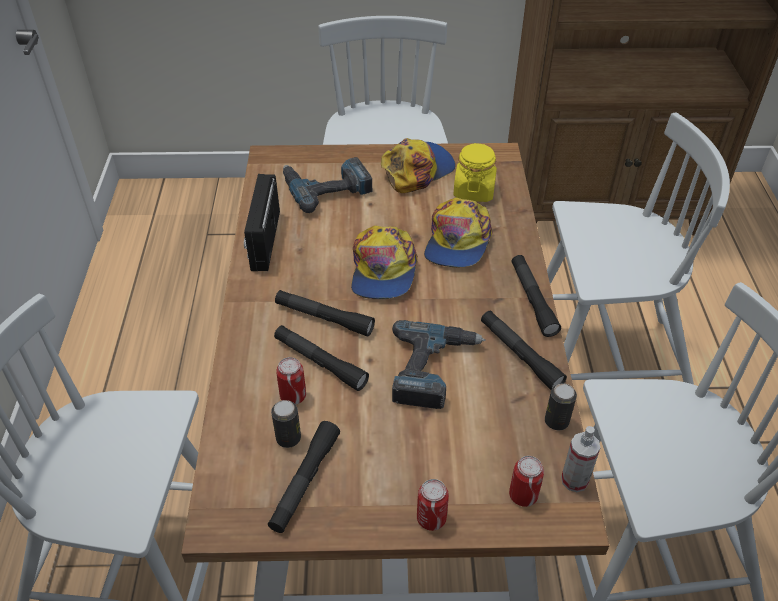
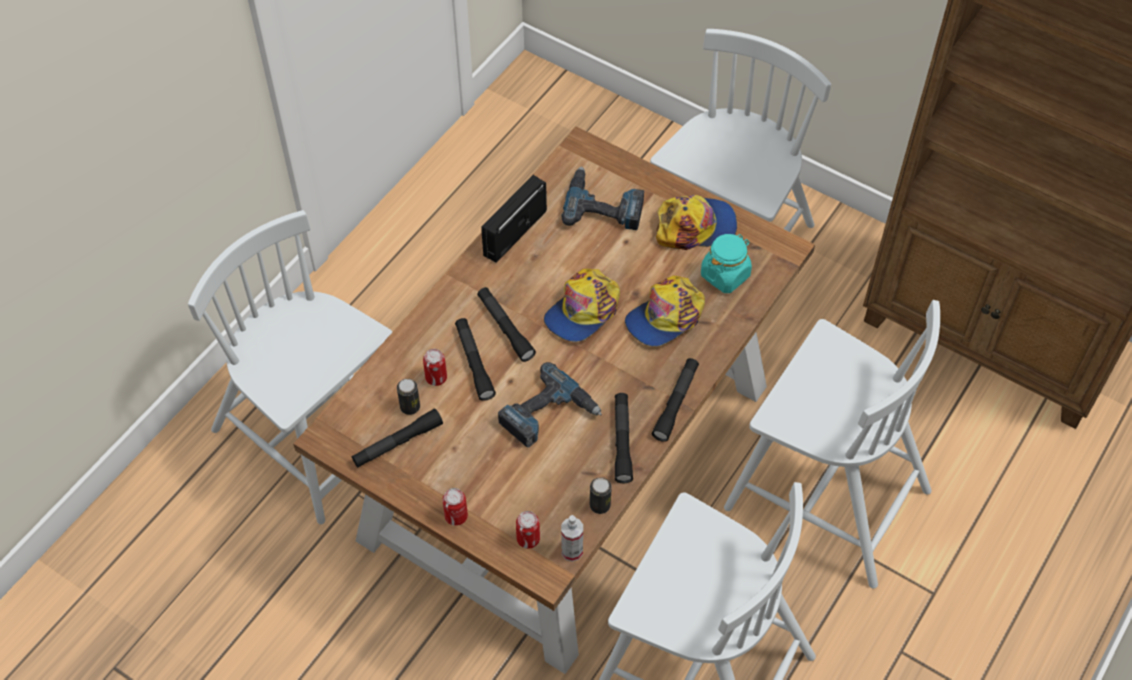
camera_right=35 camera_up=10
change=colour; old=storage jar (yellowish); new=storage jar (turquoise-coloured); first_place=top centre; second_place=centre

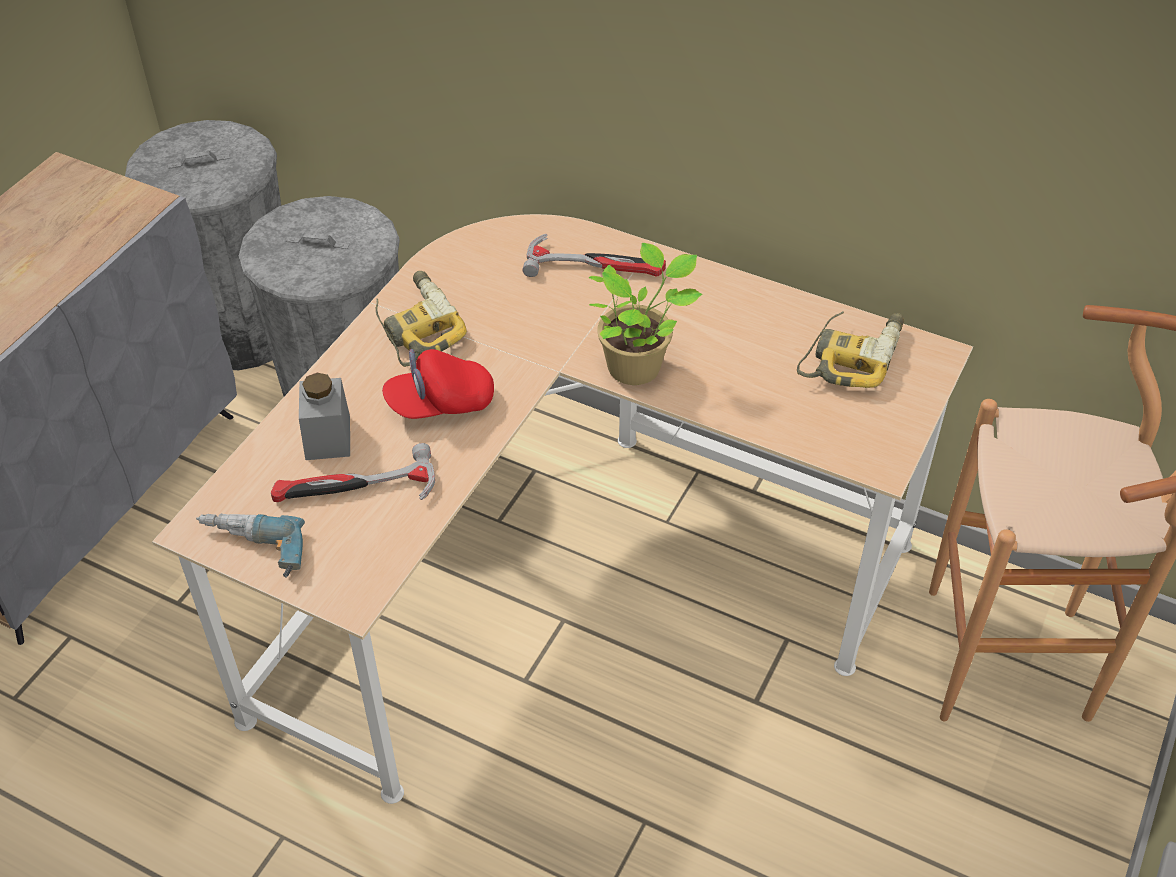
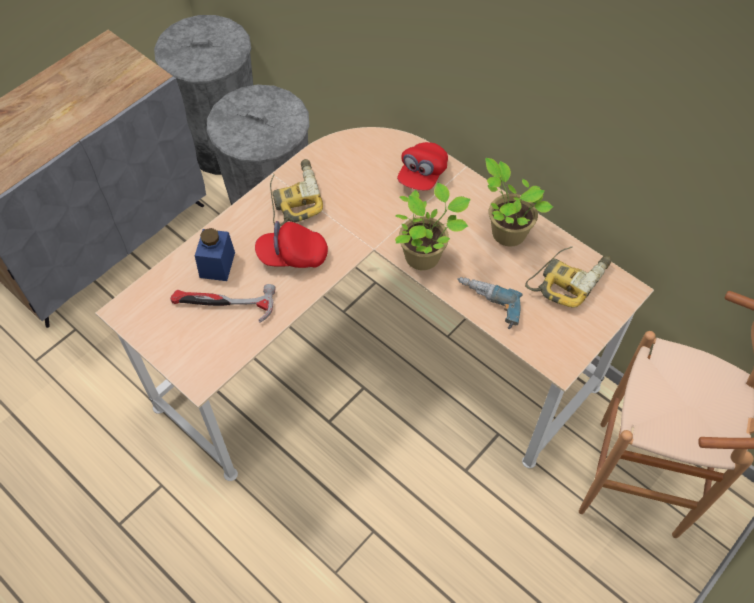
camera_right=15 camera_up=10
change=appeared; new=potted plant (no. 2 from left); second_place=middle right
change=relocated; old=electric drill (no. 1 from left in the first image); new=electric drill (no. 2 from left); first_place=middle left; second_place=centre
change=exchanged; old=hand hammer (no. 2 from left); new=cap (red-coloured) (no. 2 from left); first_place=top centre; second_place=top centre
change=colour; old=storage jar (gray); new=storage jar (blue); first_place=middle left; second_place=middle left

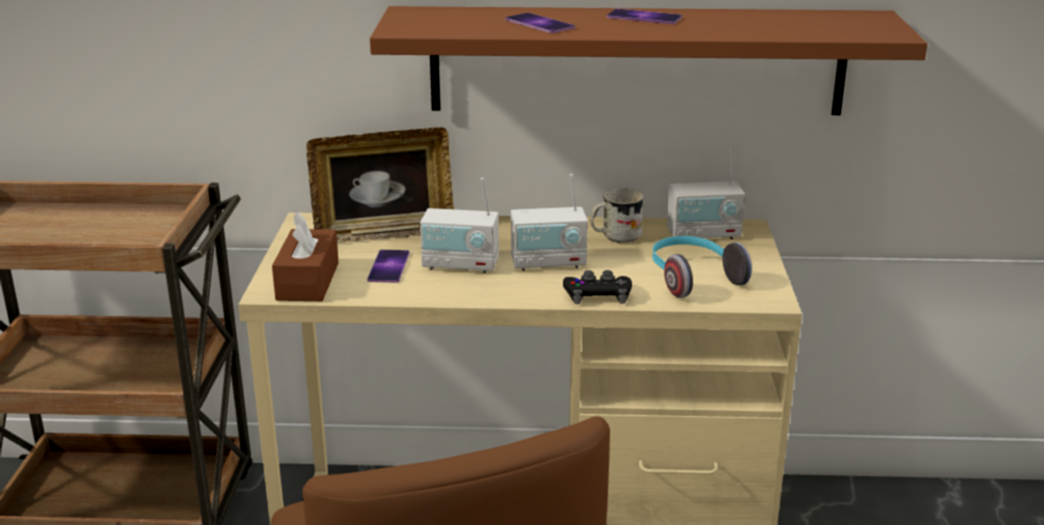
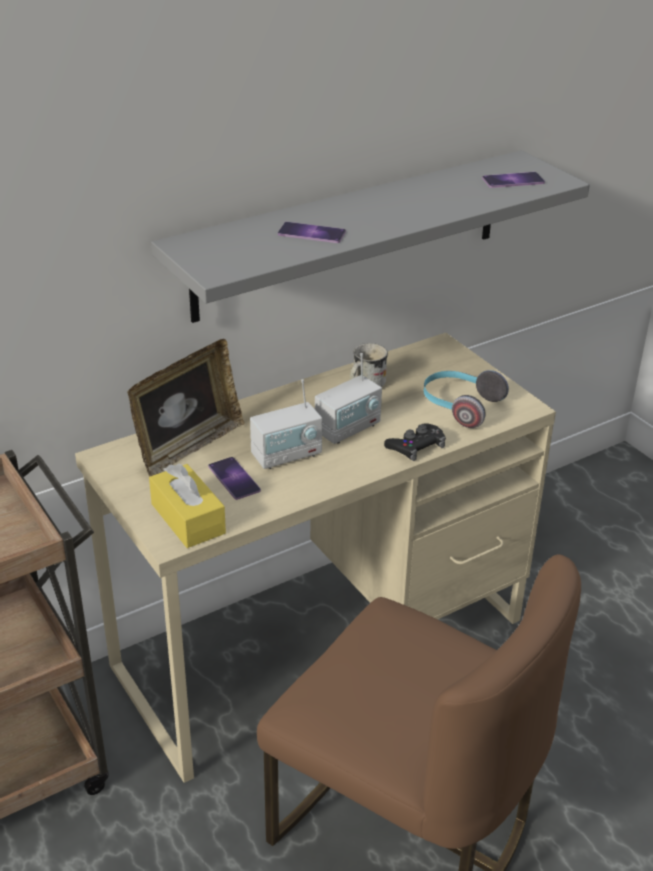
camera_right=-35 camera_up=10
change=missing; old=radio set (no. 3 from left); first_place=middle right
change=relocated; old=phone (no. 3 from left); first_place=top centre; second_place=top right
change=colour; old=tissue box (brown); new=tissue box (yellowish); first_place=middle left; second_place=middle left
change=colour; old=bracket shelf (brown); new=bracket shelf (gray); first_place=top centre; second_place=top centre

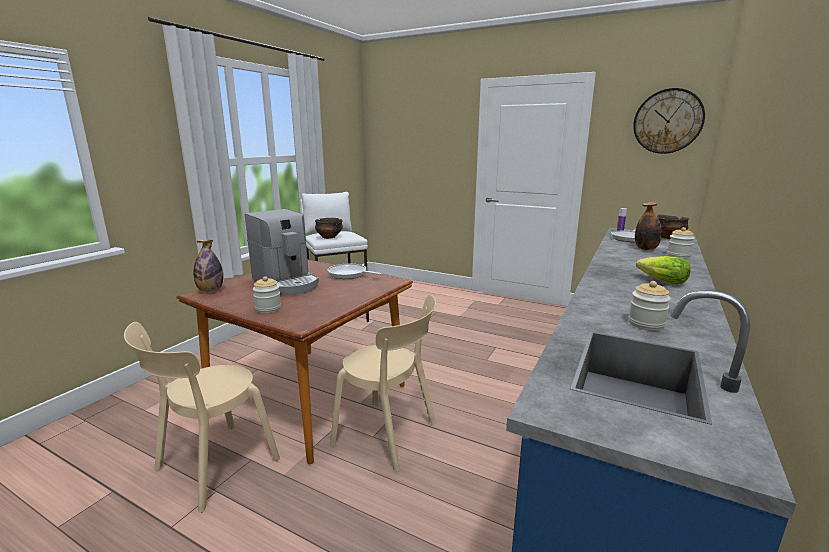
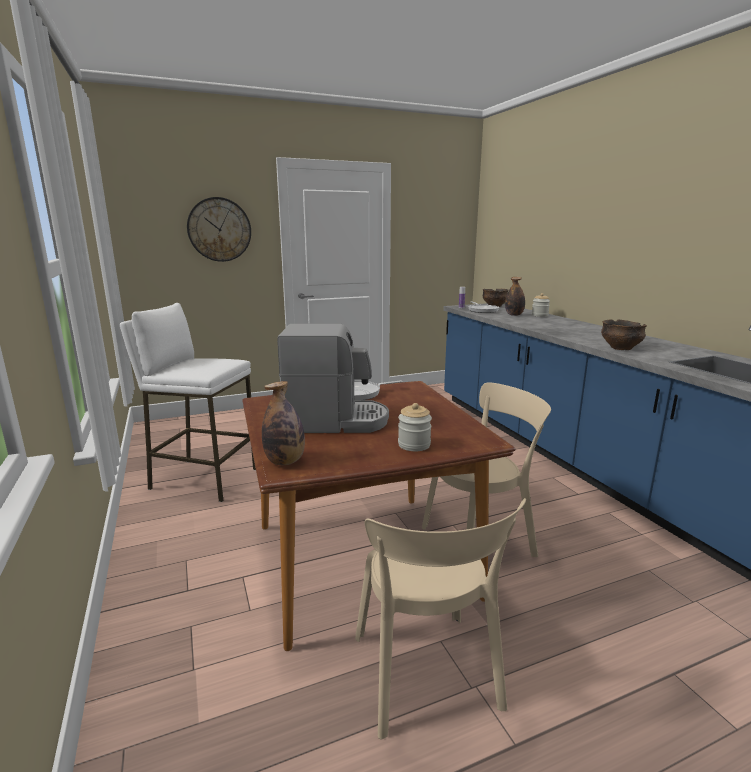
camera_right=-50 camera_up=0
change=missing; old=storage jar (no. 2 from left); first_place=middle right
change=missing; old=head of lettuce; first_place=middle right
change=relocated; old=bowl (no. 1 from left in the first image); new=bowl (no. 2 from left); first_place=centre; second_place=middle right
change=relocated; old=hanging clock; first_place=top right; second_place=top left

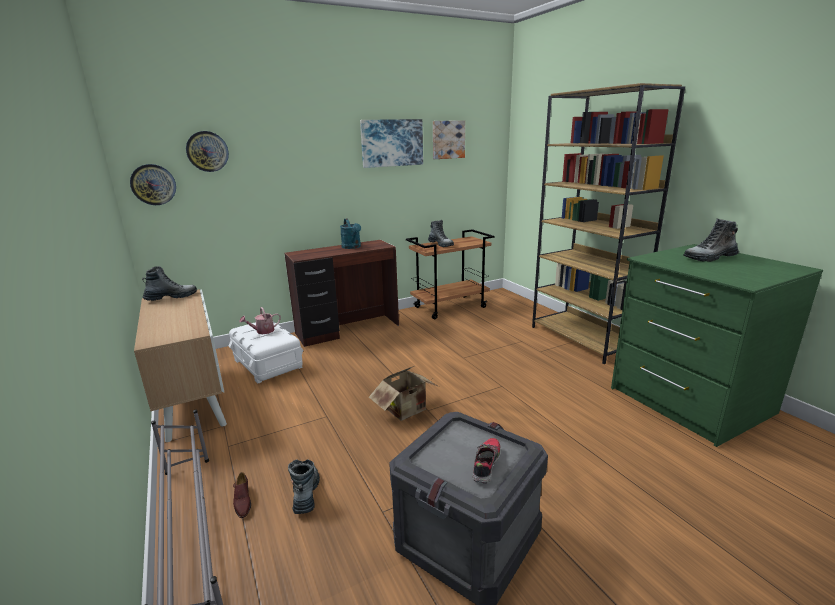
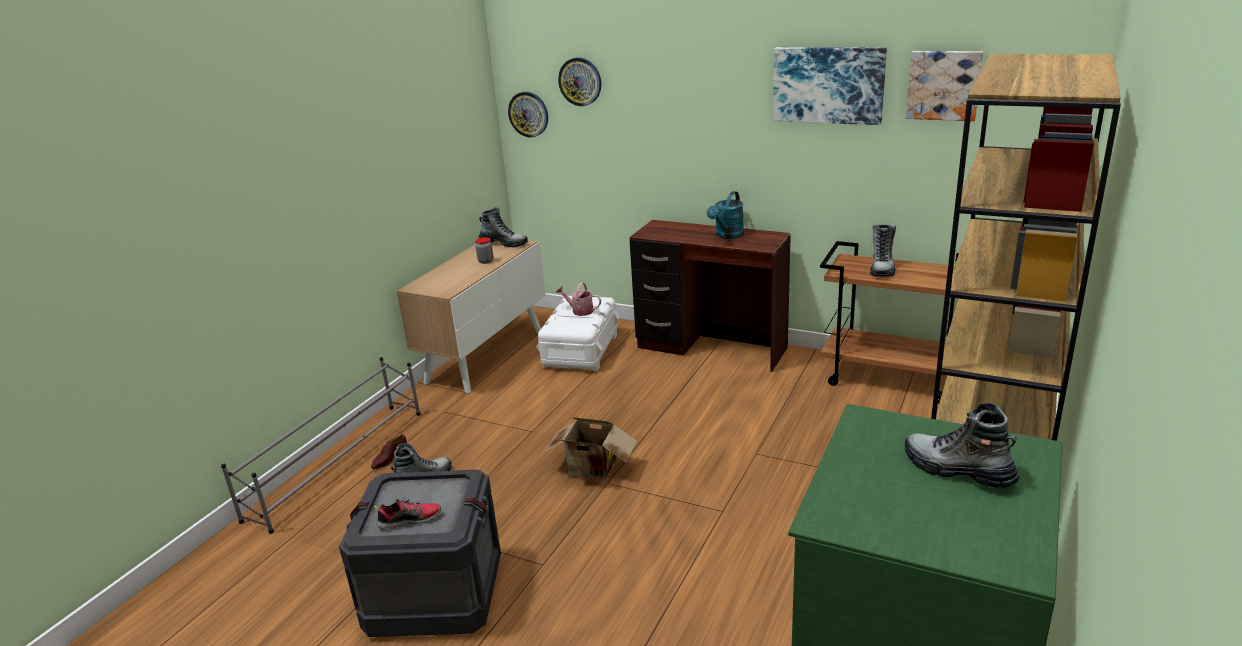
camera_right=55 camera_up=5
change=appeared; new=storage jar; second_place=centre

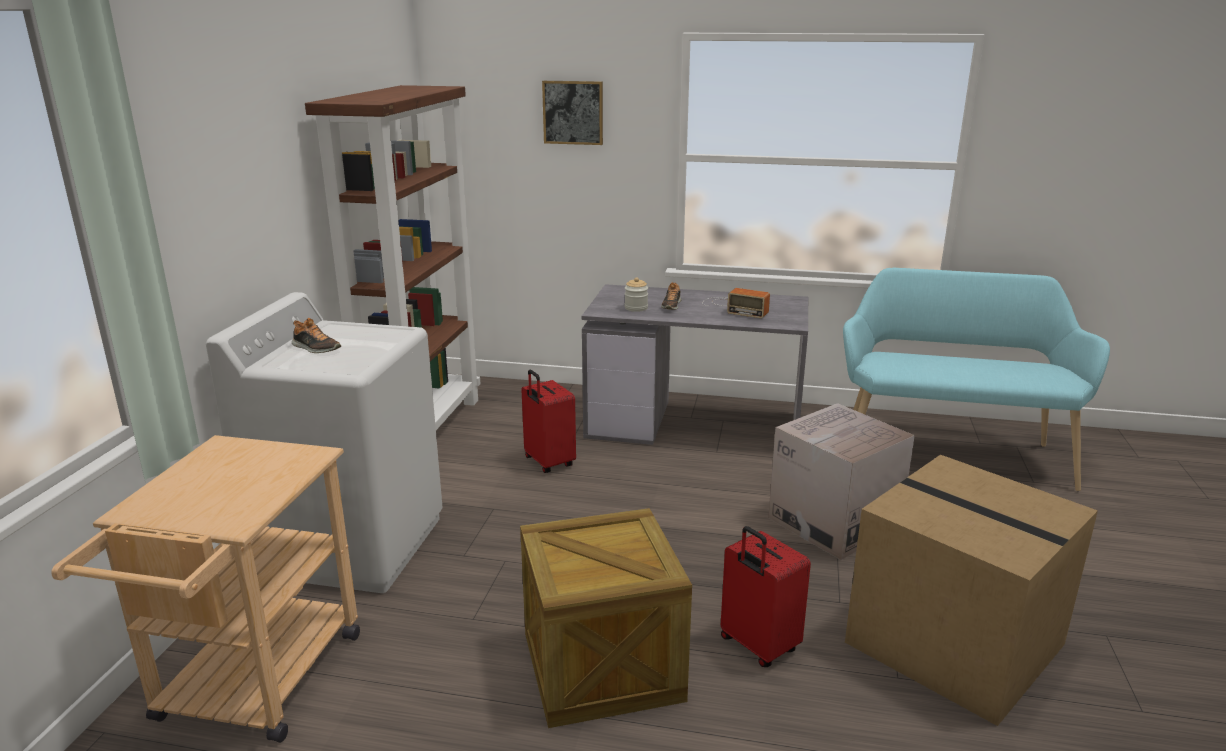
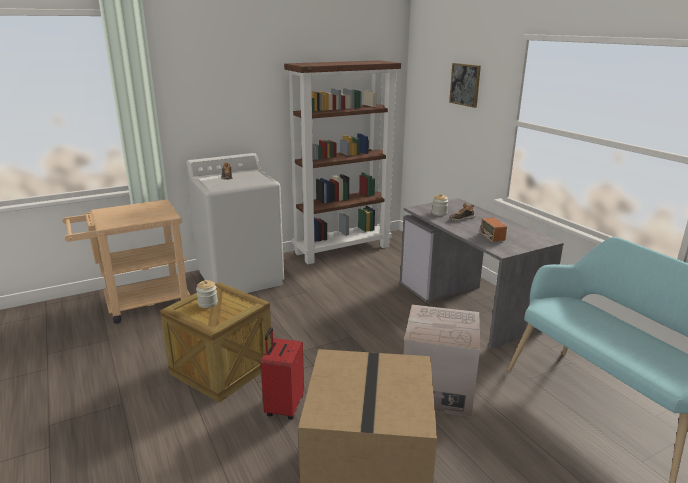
camera_right=50 camera_up=0
change=missing; old=suitcase (red-coloured) (no. 1 from left); first_place=centre
change=appeared; new=storage jar (no. 1 from left); second_place=middle left

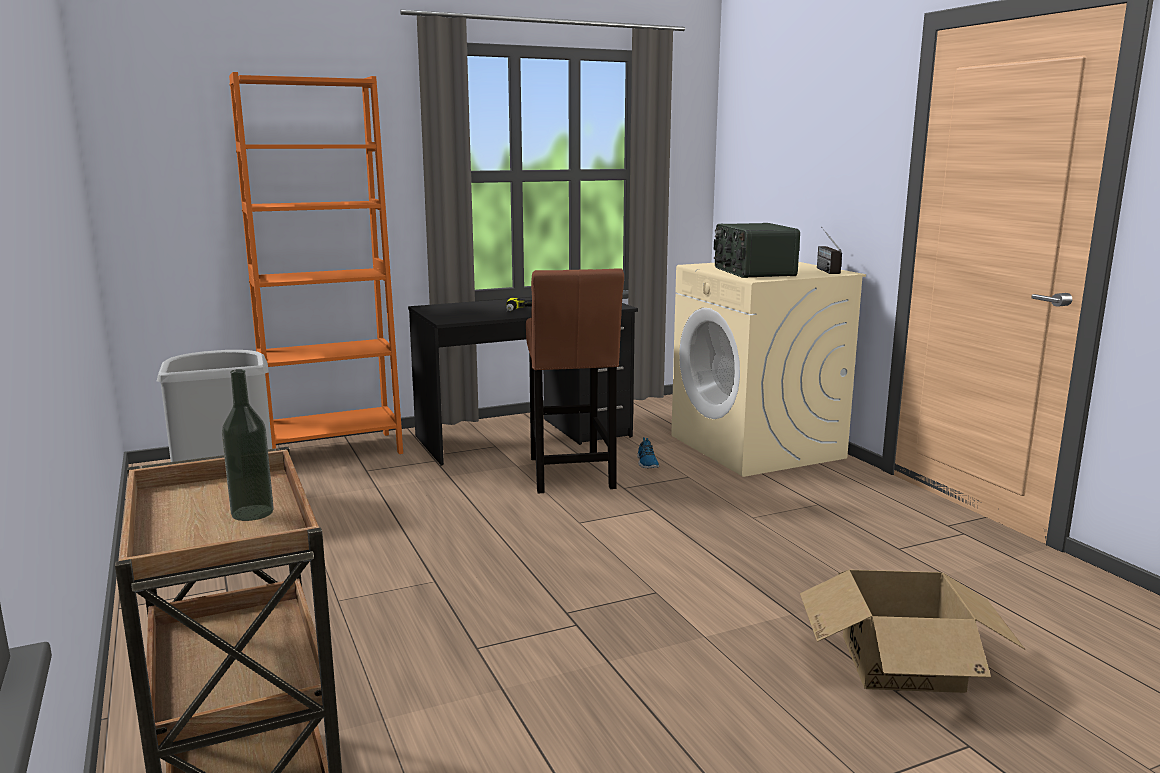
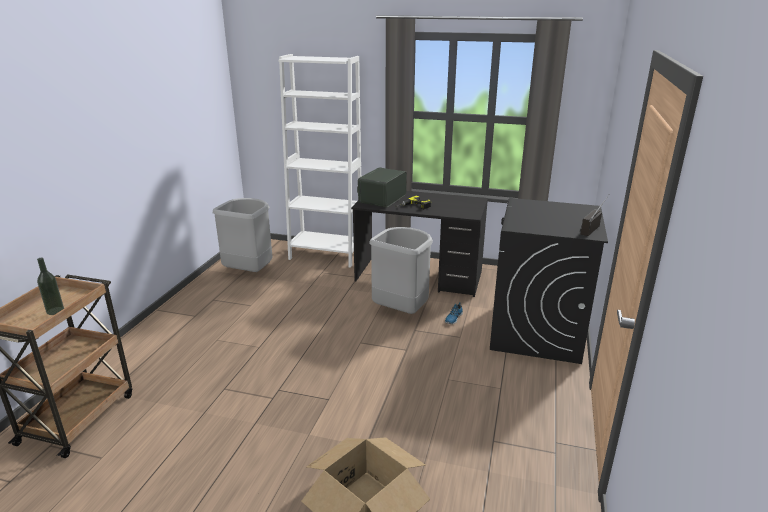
camera_right=40 camera_up=10
change=relocated; old=radio set (no. 1 from left); first_place=top centre; second_place=centre
change=exchanged; old=stool seat (brown); new=waste bin (gray) (no. 2 from left); first_place=centre; second_place=centre
change=colour; old=bookshelf (orangey); new=bookshelf (white); first_place=middle left; second_place=top centre
change=colour; old=laundry machine (sand-coloured); new=laundry machine (blackish); first_place=centre; second_place=middle right

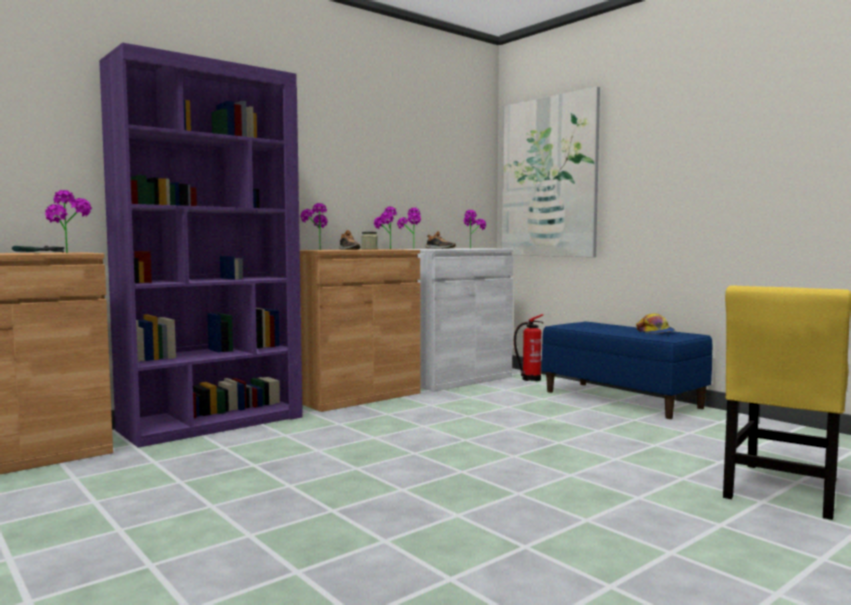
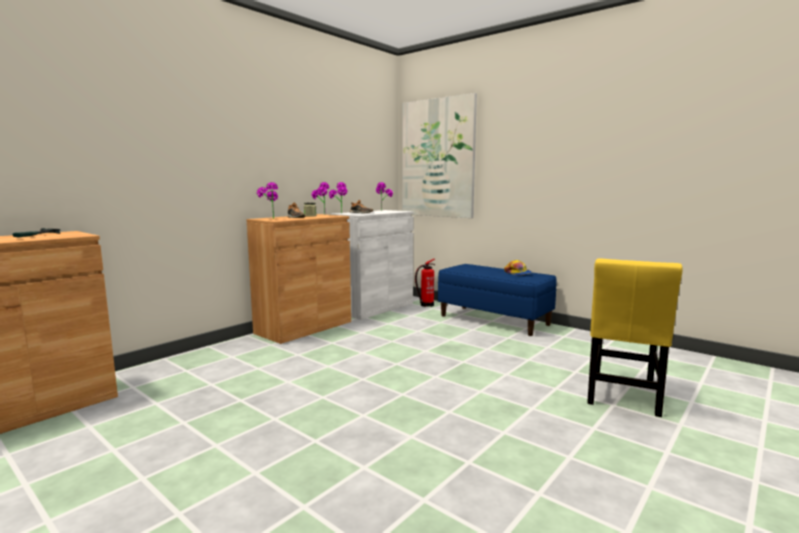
camera_right=-10 camera_up=5
change=missing; old=potted plant (no. 1 from left); first_place=middle left
change=missing; old=bookshelf (purplish); first_place=middle left

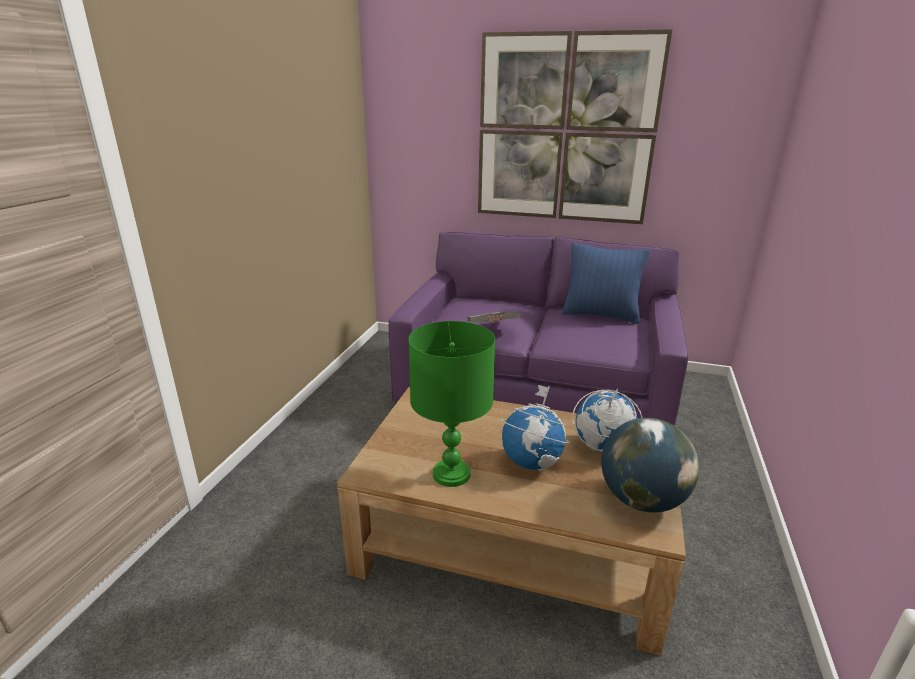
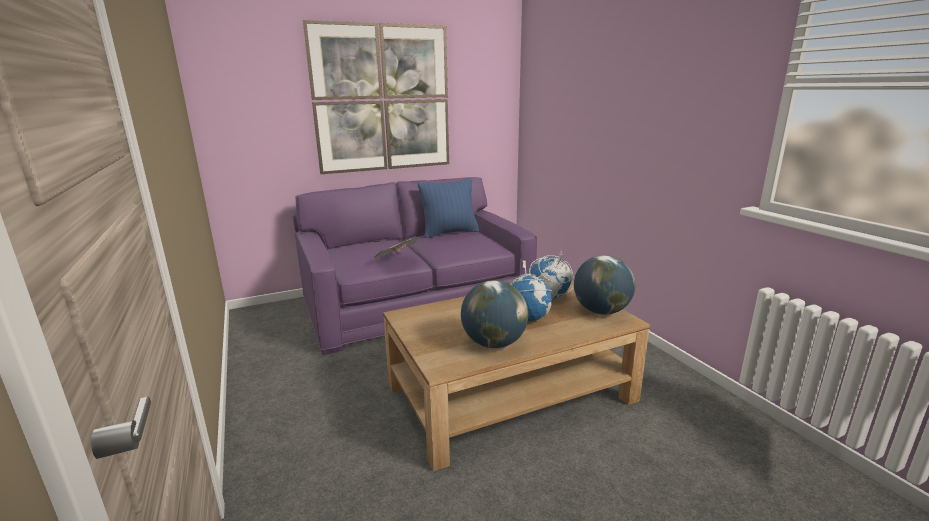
camera_right=-40 camera_up=-5
change=exchanged; old=tabletop lamp (greenish); new=world globe (no. 1 from left); first_place=centre; second_place=centre

